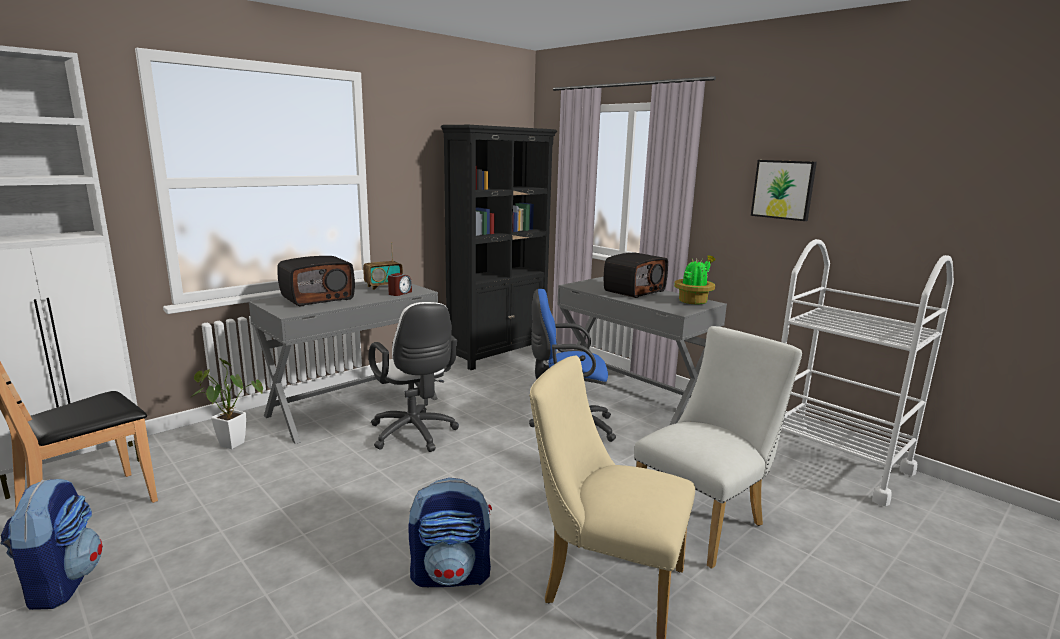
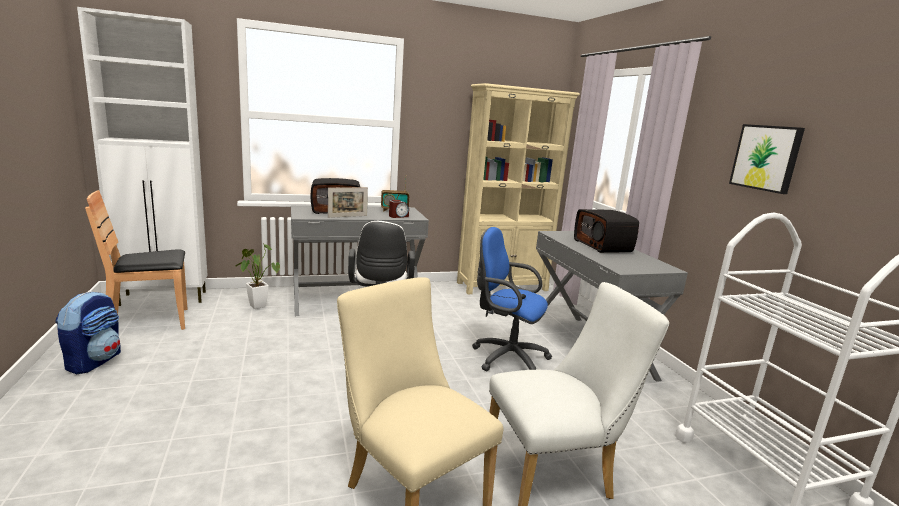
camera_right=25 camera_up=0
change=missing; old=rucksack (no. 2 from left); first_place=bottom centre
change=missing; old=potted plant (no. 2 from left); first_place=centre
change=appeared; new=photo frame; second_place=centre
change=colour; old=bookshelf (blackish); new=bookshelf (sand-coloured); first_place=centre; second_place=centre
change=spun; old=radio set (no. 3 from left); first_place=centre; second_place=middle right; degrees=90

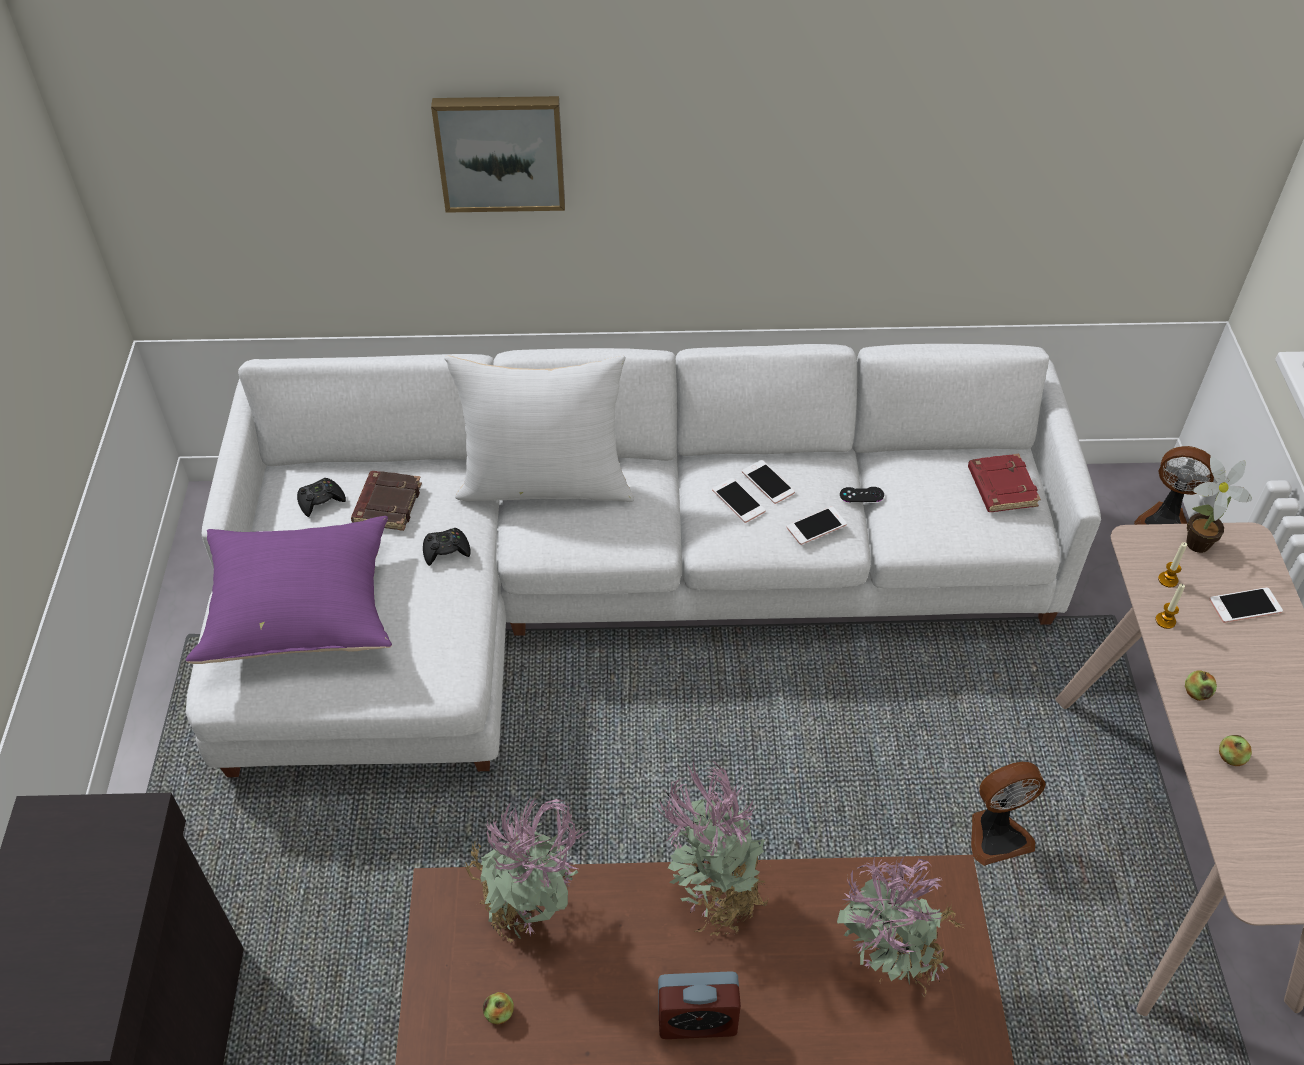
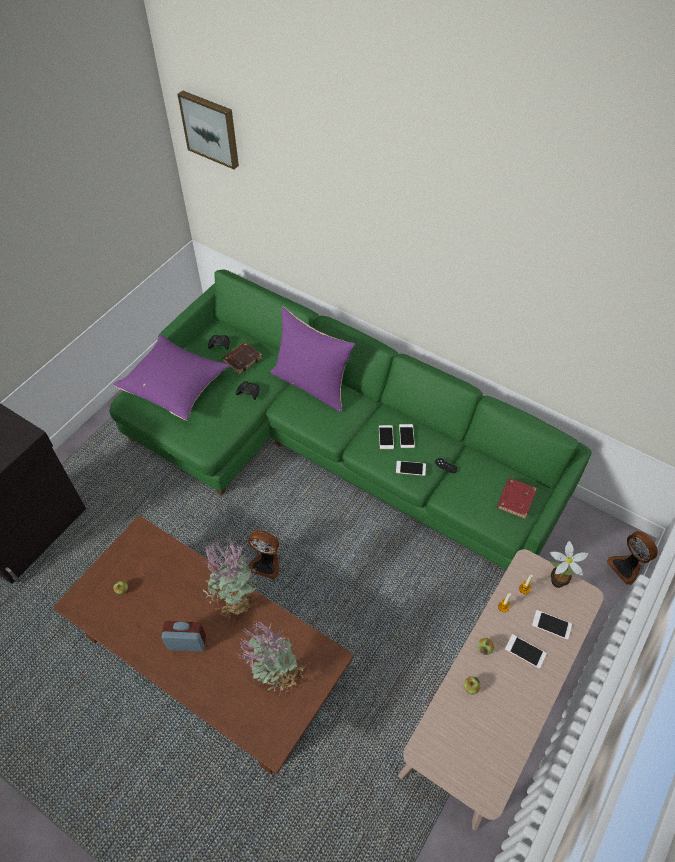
camera_right=35 camera_up=5
change=missing; old=potted plant (no. 1 from left); first_place=bottom centre
change=appeared; new=phone (no. 4 from left); second_place=bottom right
change=relocated; old=wall art; first_place=top centre; second_place=top left
change=relocated; old=cooling fan (no. 1 from left); first_place=bottom right; second_place=centre
change=colour; old=settee (white); new=settee (greenish); first_place=centre; second_place=centre
change=colour; old=pillow (white); new=pillow (purplish) (no. 2 from left); first_place=centre; second_place=centre
change=spun; old=bedside clock; first_place=bottom centre; second_place=bottom left; degrees=150

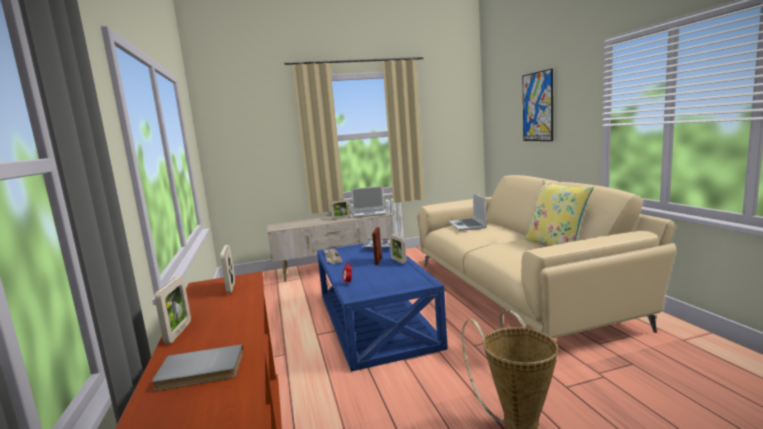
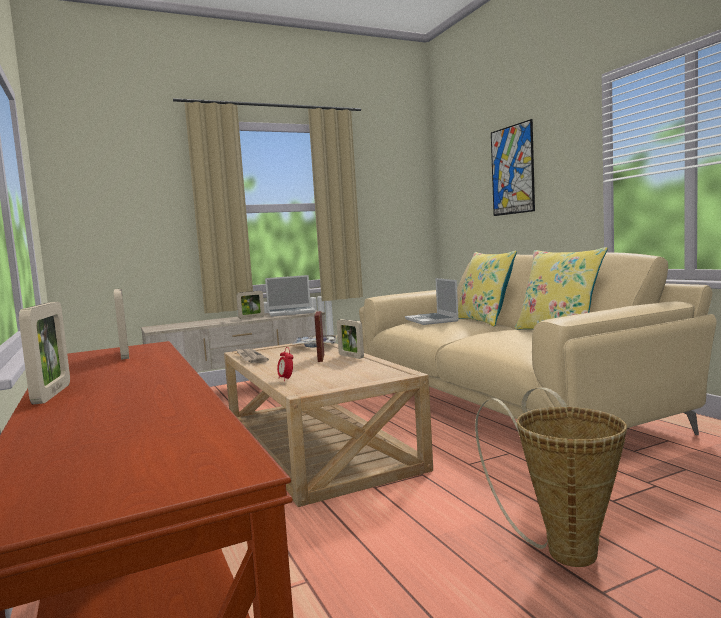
camera_right=-10 camera_up=-5
change=missing; old=book (gray); first_place=bottom left
change=appeared; new=pillow (yellowish) (no. 1 from left); second_place=middle right
change=colour; old=low table (blue); new=low table (sand-coloured); first_place=bottom centre; second_place=bottom centre

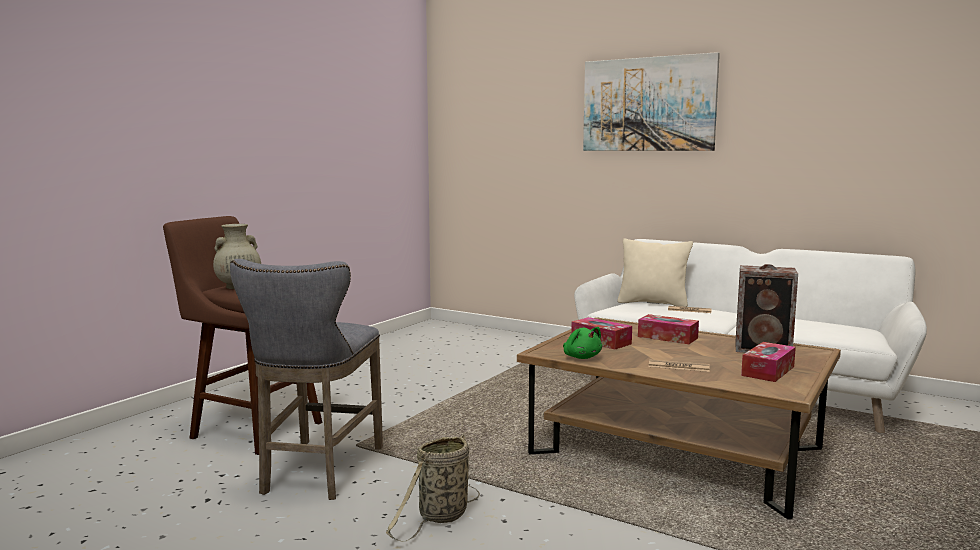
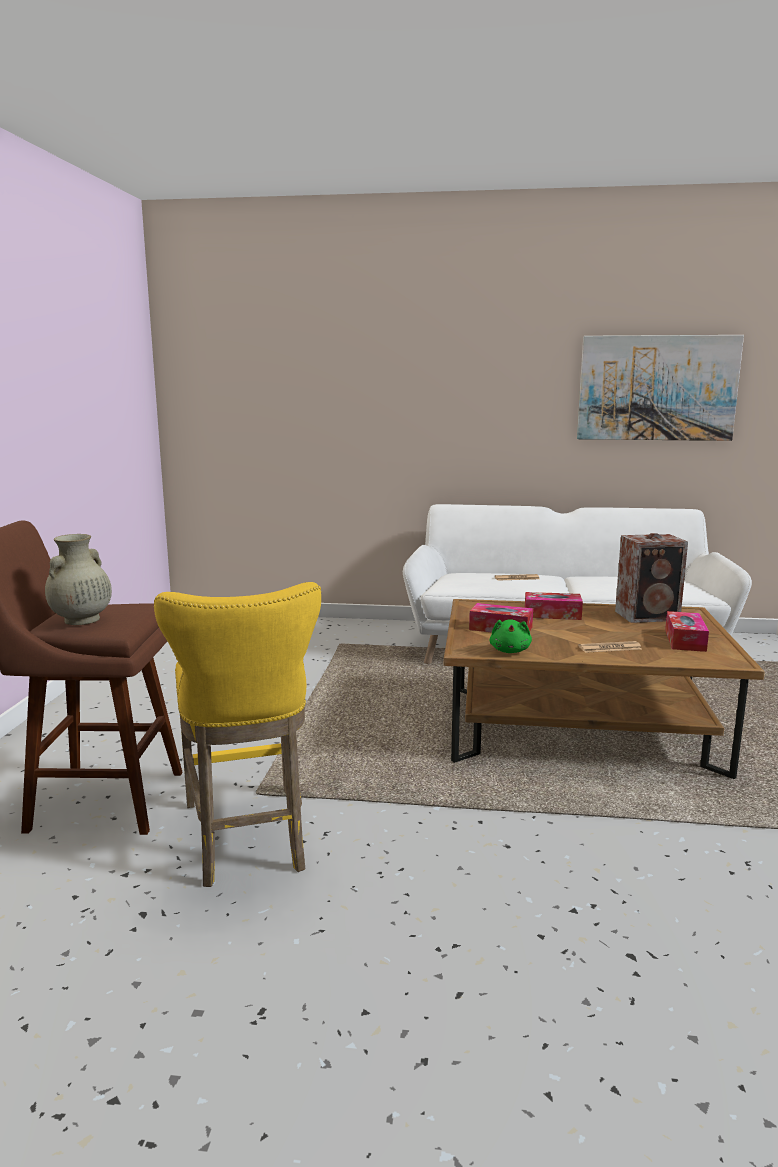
camera_right=-25 camera_up=5
change=missing; old=household basket; first_place=bottom centre
change=missing; old=pillow (sand-coloured); first_place=middle right
change=relocated; old=wall art; first_place=top centre; second_place=top right
change=colour; old=stool seat (gray); new=stool seat (yellowish); first_place=bottom left; second_place=middle left
change=spun; old=plush toy (greenish); first_place=centre; second_place=centre; degrees=60

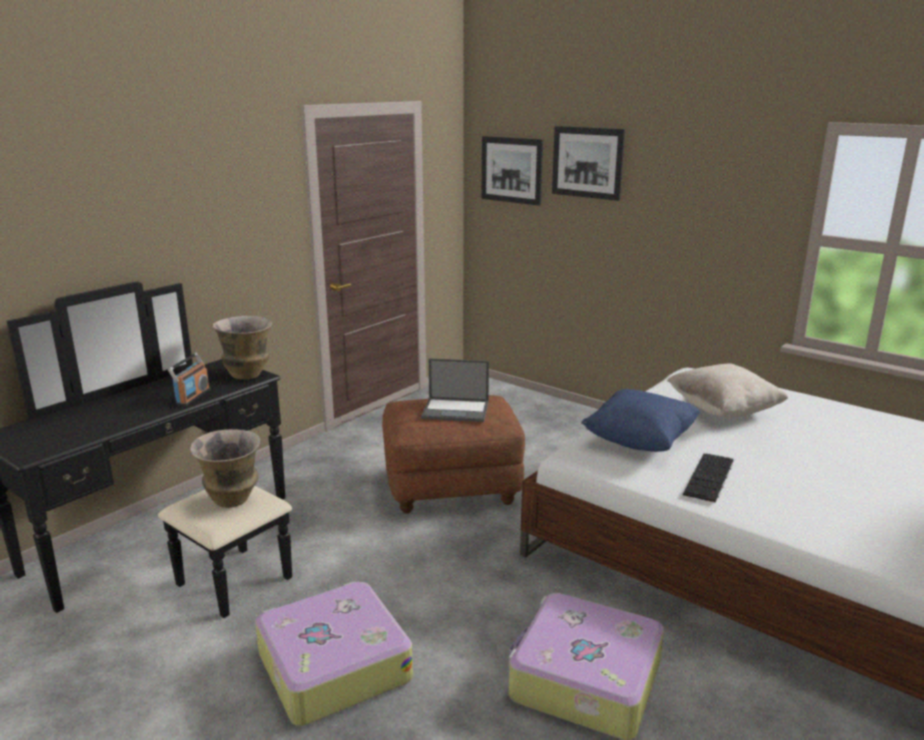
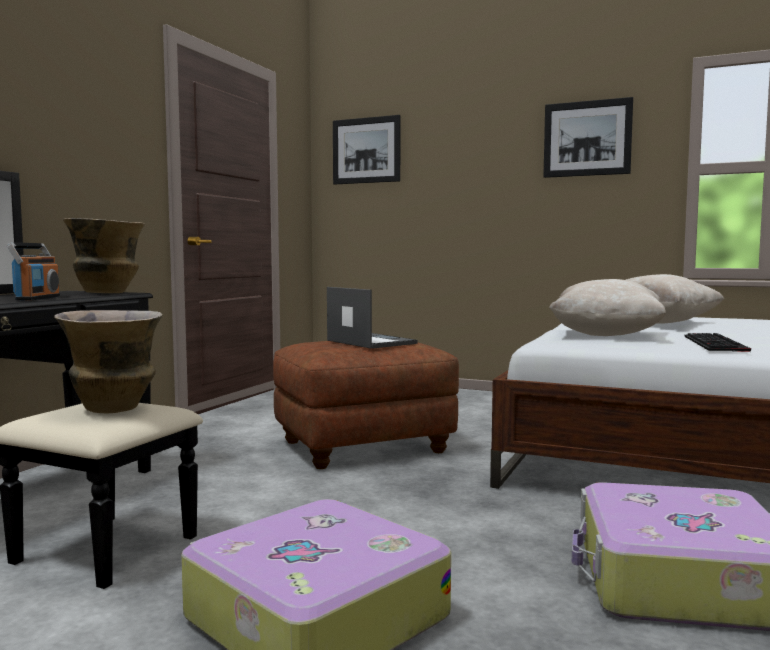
camera_right=-15 camera_up=-15
change=relocated; old=wall art (no. 2 from left); first_place=top centre; second_place=top right
change=colour; old=pillow (blue); new=pillow (sand-coloured) (no. 1 from left); first_place=middle right; second_place=middle right
change=spun; old=notebook computer; first_place=centre; second_place=centre; degrees=-120

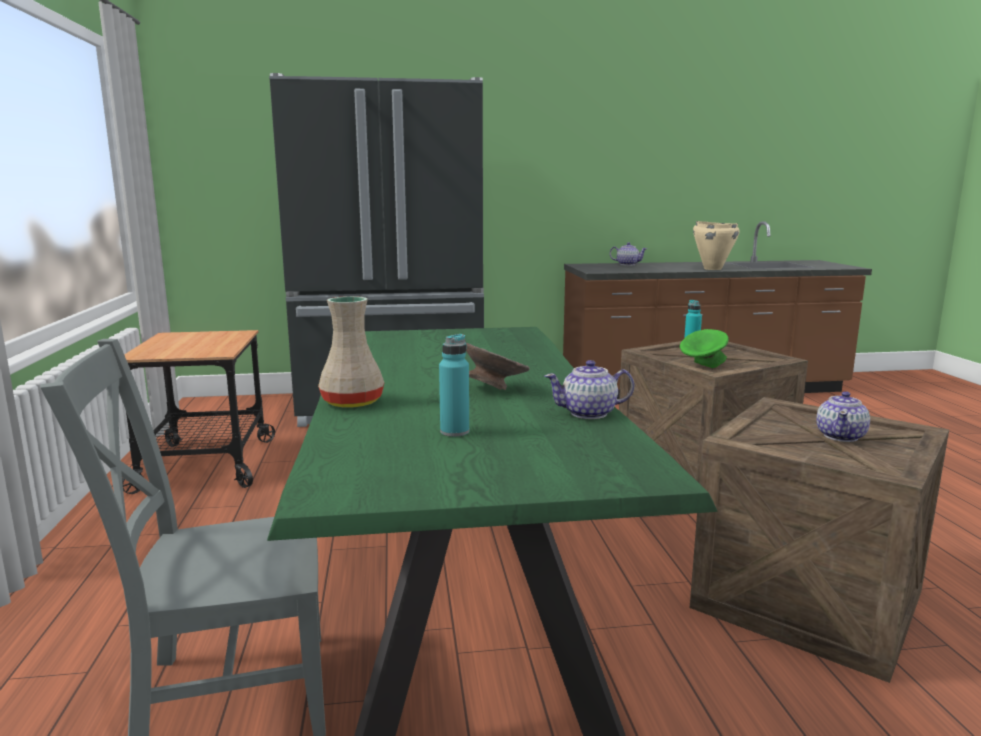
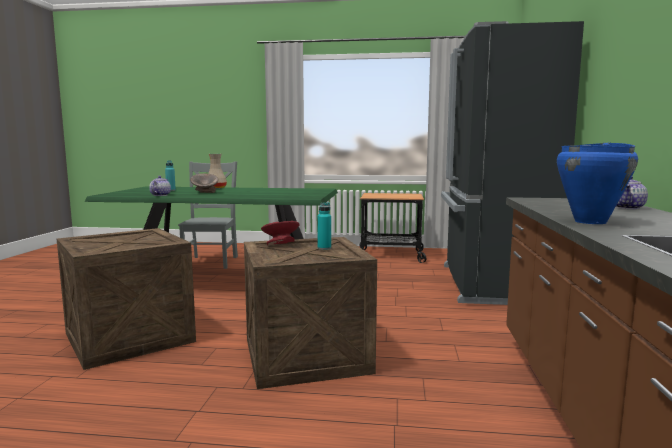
camera_right=105 camera_up=-5
change=missing; old=pot for tea (no. 3 from left); first_place=middle right
change=colour; old=bowl (greenish); new=bowl (red-coloured); first_place=middle right; second_place=centre
change=colour; old=cooking pot (sand-coloured); new=cooking pot (blue); first_place=top right; second_place=middle right

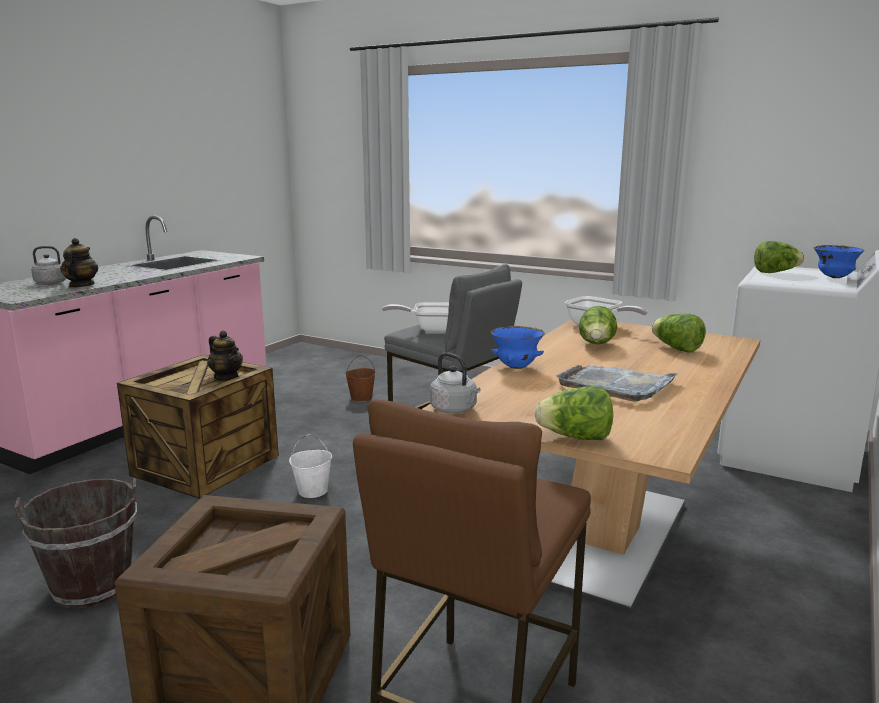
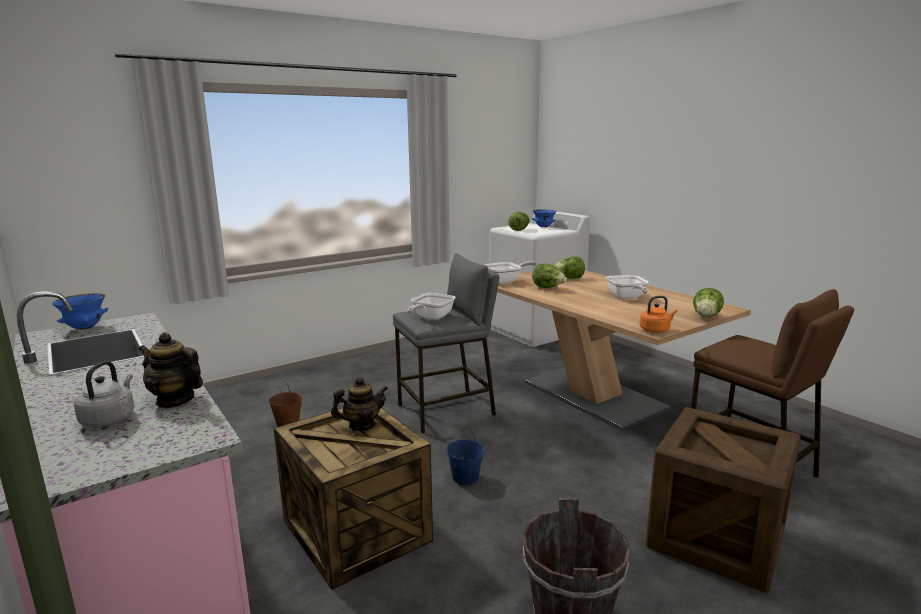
camera_right=-65 camera_up=0
change=relocated; old=bowl (blue) (no. 1 from left); first_place=centre; second_place=middle left
change=exchanged; old=serving tray (gray); new=frying pan (no. 3 from left); first_place=middle right; second_place=middle right
change=colour; old=bucket (white); new=bucket (blue); first_place=centre; second_place=bottom centre
change=colour; old=kettle (gray) (no. 2 from left); new=kettle (orangey); first_place=centre; second_place=middle right

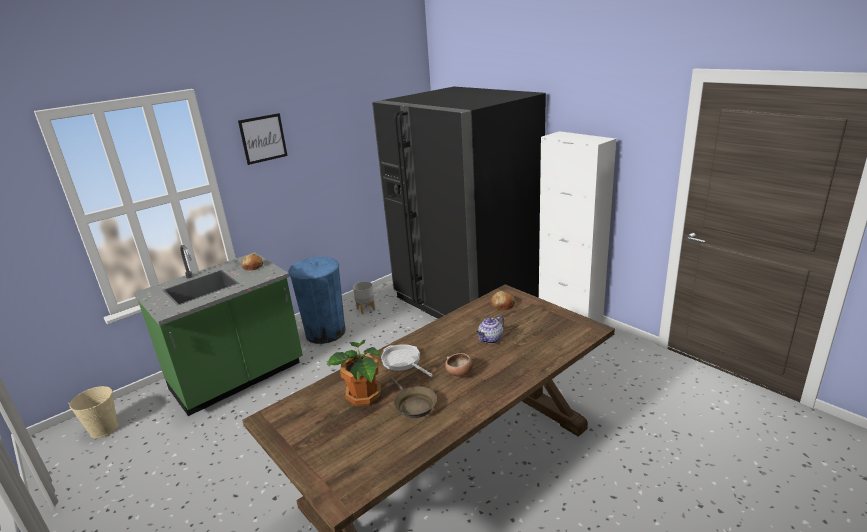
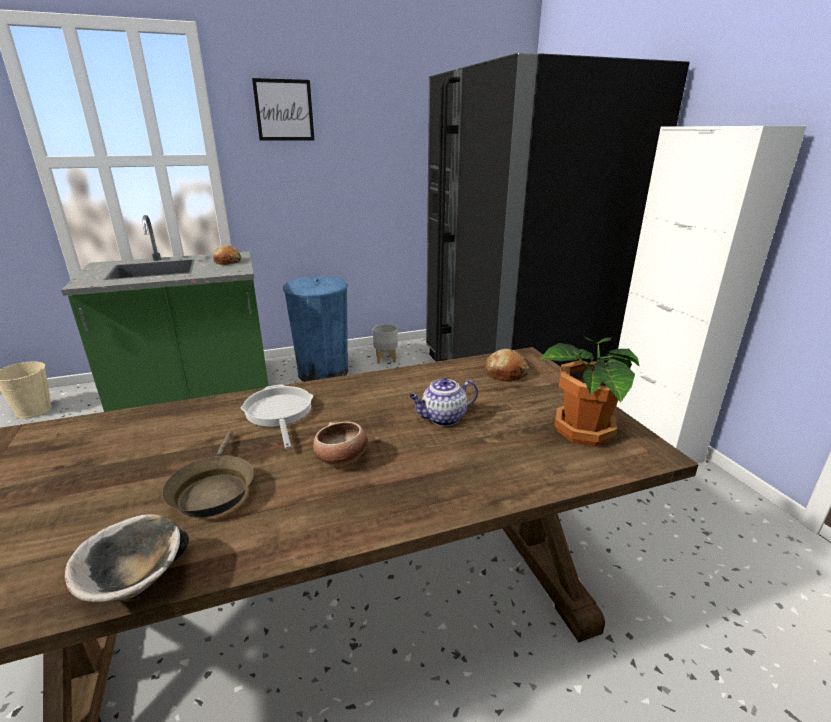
camera_right=20 camera_up=0
change=appeared; new=bowl (no. 1 from left); second_place=bottom left
change=relocated; old=potted plant; first_place=bottom centre; second_place=middle right

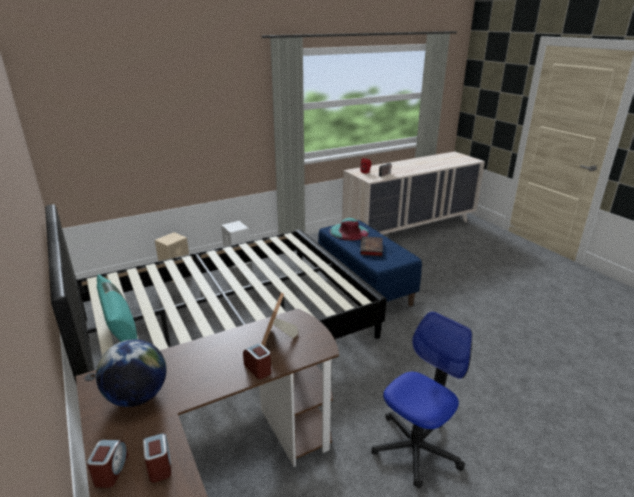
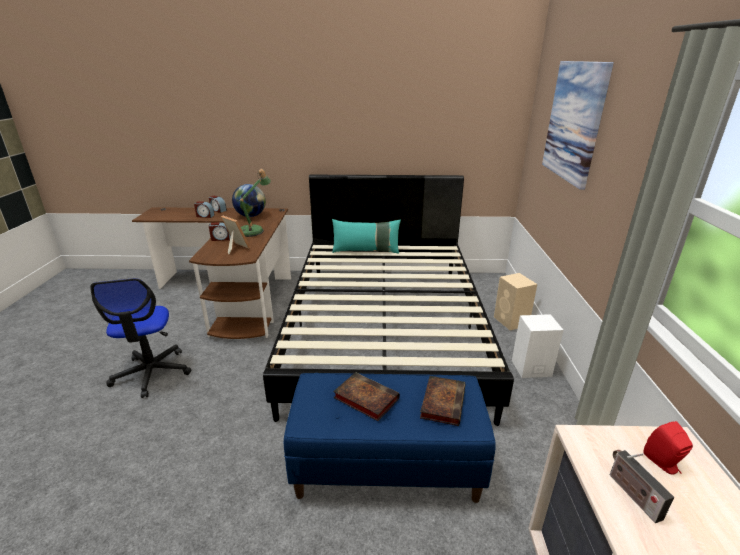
camera_right=120 camera_up=0
change=appeared; new=tabletop lamp; second_place=centre
change=appeared; new=wall art; second_place=top right
change=exchanged; old=hat (turquoise-coloured); new=book (no. 2 from left); first_place=centre; second_place=bottom centre

